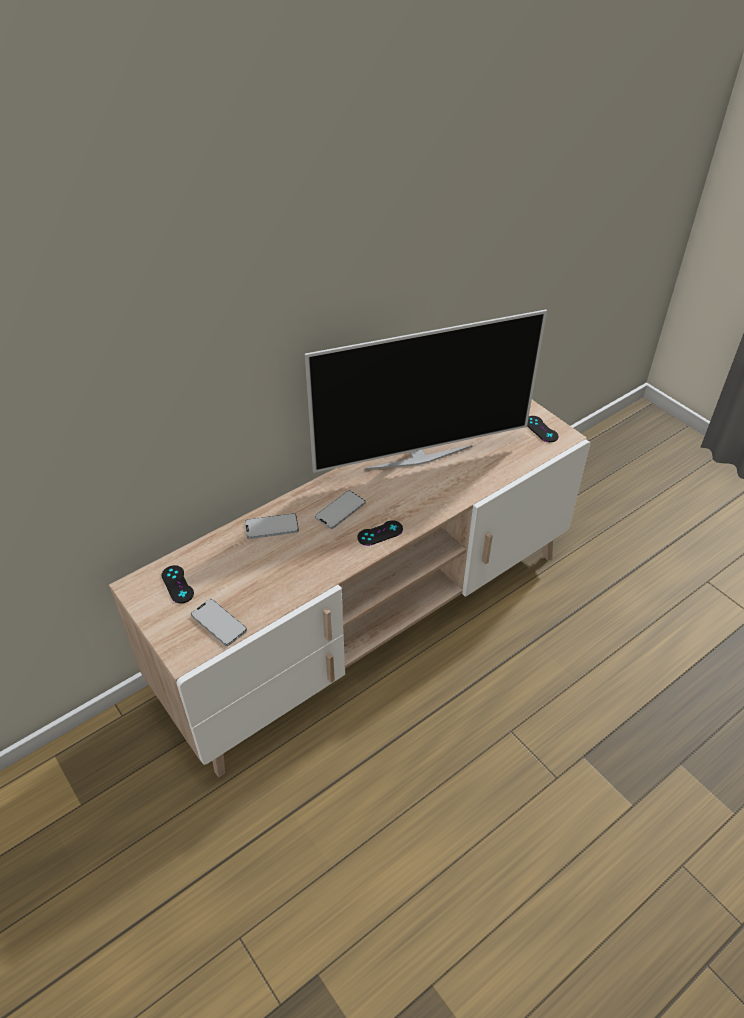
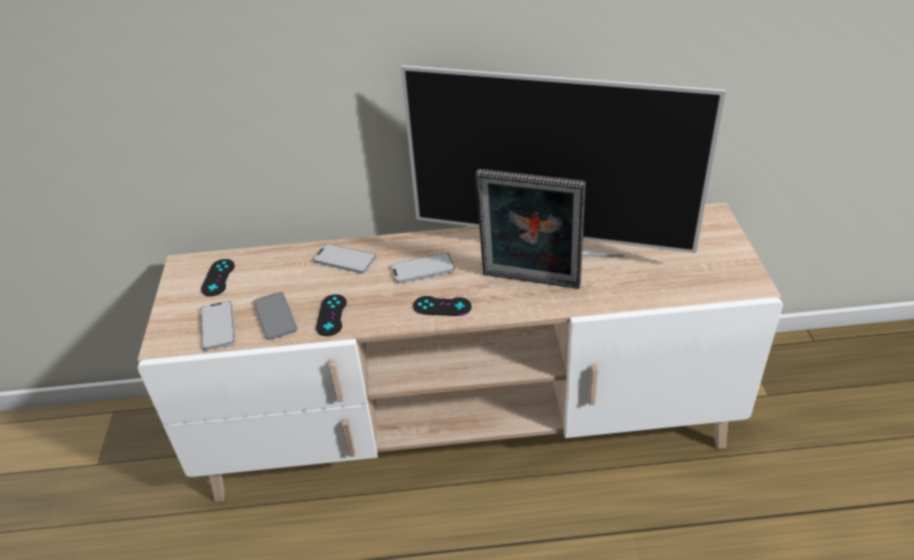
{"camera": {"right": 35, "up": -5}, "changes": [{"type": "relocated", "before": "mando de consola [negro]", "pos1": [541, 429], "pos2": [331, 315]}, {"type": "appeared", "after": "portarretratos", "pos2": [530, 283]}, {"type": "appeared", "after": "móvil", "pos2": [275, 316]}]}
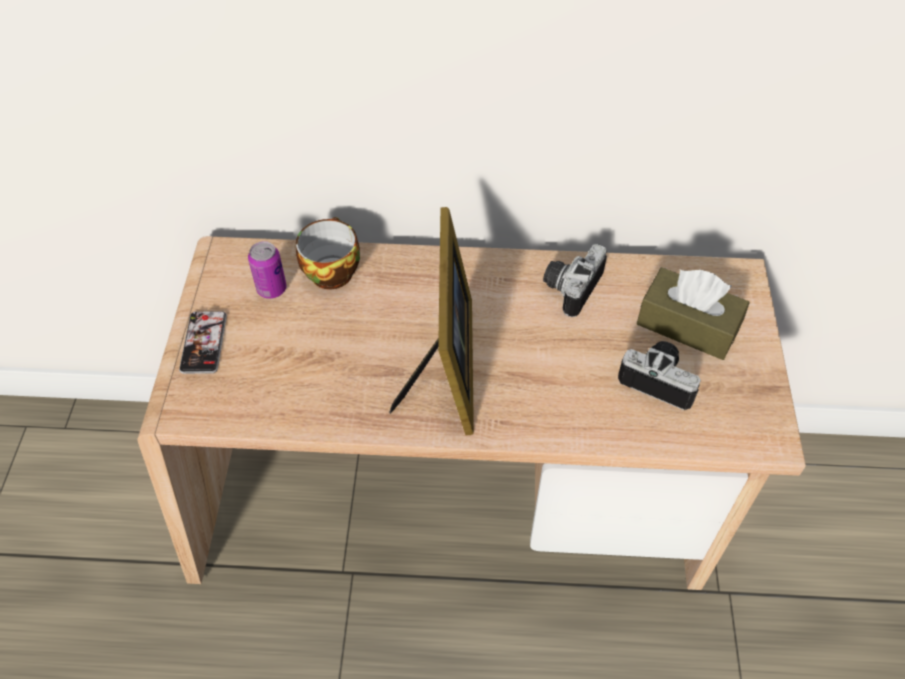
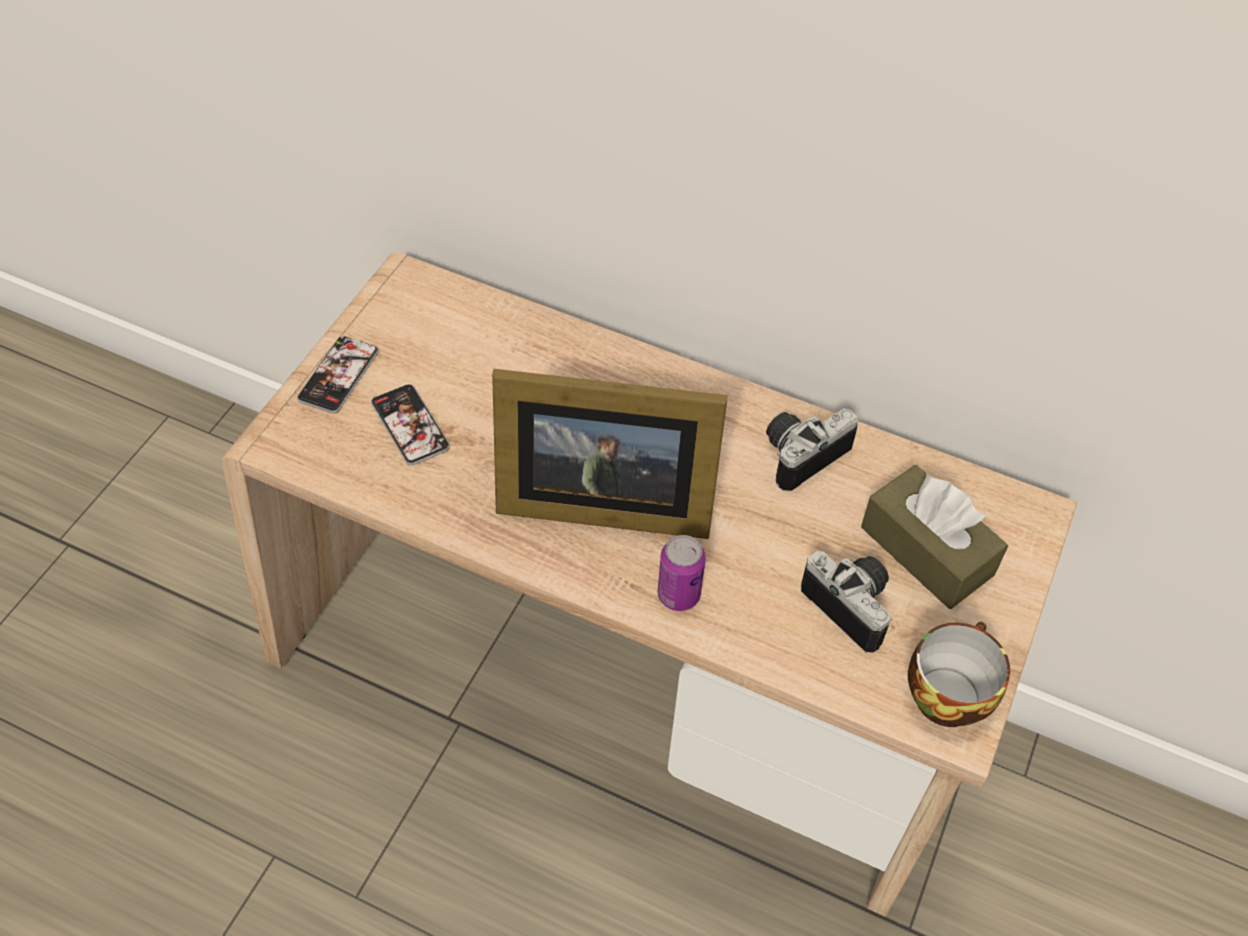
{"camera": {"right": 20, "up": 0}, "changes": [{"type": "spun", "before": "portarretratos", "pos1": [446, 368], "pos2": [598, 499], "turn": 75}, {"type": "relocated", "before": "taza", "pos1": [330, 270], "pos2": [945, 692]}, {"type": "relocated", "before": "lata", "pos1": [272, 289], "pos2": [678, 595]}, {"type": "appeared", "after": "móvil", "pos2": [410, 425]}]}
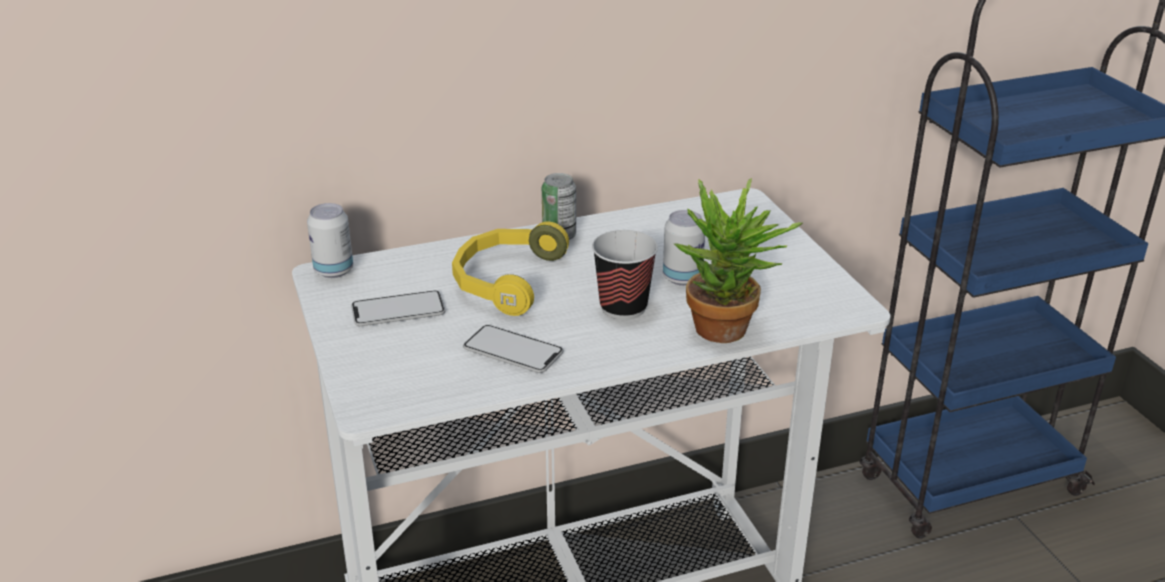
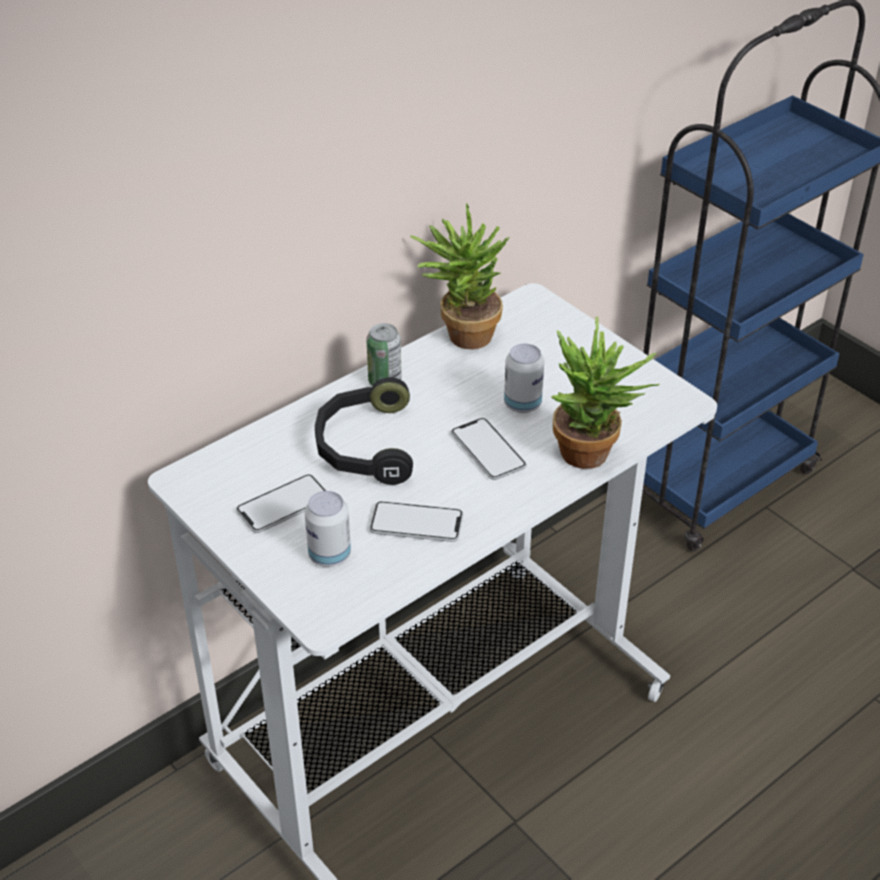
{"camera": {"right": -20, "up": 10}, "changes": [{"type": "relocated", "before": "lata", "pos1": [334, 271], "pos2": [329, 555]}, {"type": "colour", "before": "auriculares [amarillo]", "after": "auriculares [negro]", "pos1": [505, 280], "pos2": [364, 445]}, {"type": "exchanged", "before": "taza", "after": "móvil", "pos1": [623, 307], "pos2": [488, 450]}, {"type": "appeared", "after": "planta en maceta", "pos2": [461, 334]}]}
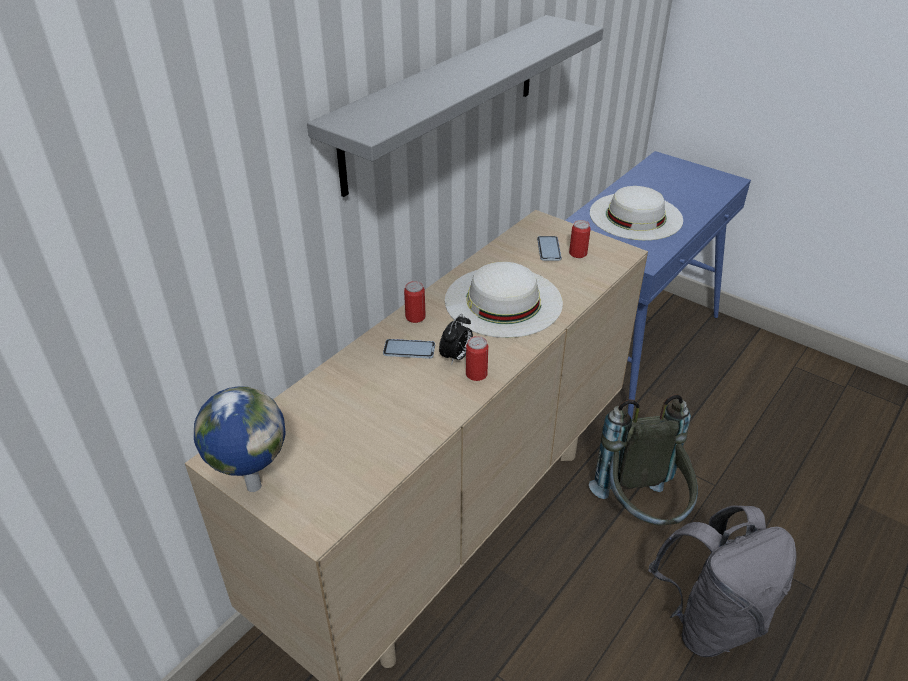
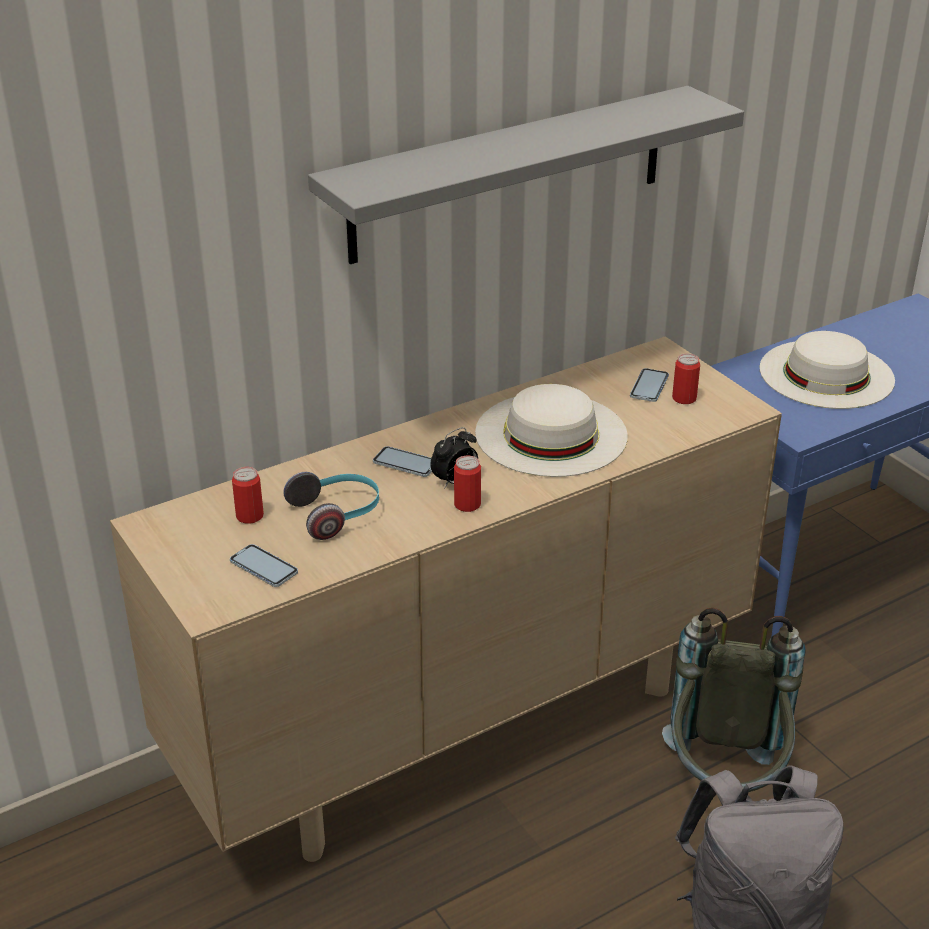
{"camera": {"right": 20, "up": -5}, "changes": [{"type": "relocated", "before": "lata", "pos1": [415, 317], "pos2": [249, 516]}, {"type": "missing", "before": "globo terráqueo", "pos1": [252, 486]}, {"type": "appeared", "after": "auriculares", "pos2": [337, 514]}, {"type": "appeared", "after": "móvil", "pos2": [263, 567]}]}
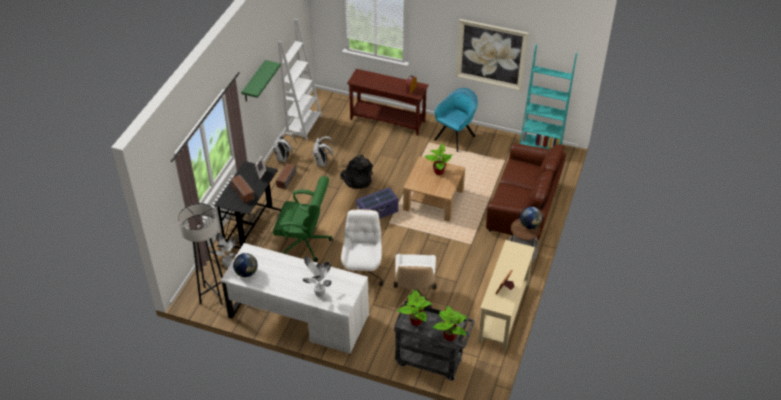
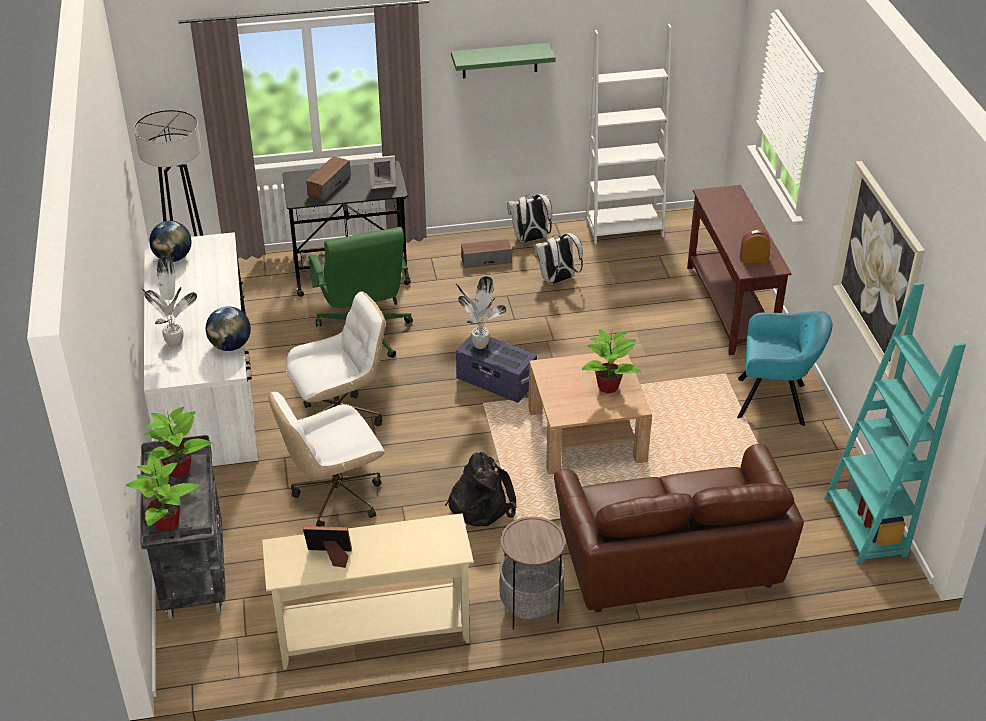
{"camera": {"right": 60, "up": -5}, "changes": [{"type": "relocated", "before": "mochila [negro]", "pos1": [357, 180], "pos2": [480, 503]}, {"type": "relocated", "before": "globo terráqueo", "pos1": [530, 225], "pos2": [230, 346]}, {"type": "relocated", "before": "planta en maceta", "pos1": [227, 266], "pos2": [478, 345]}]}
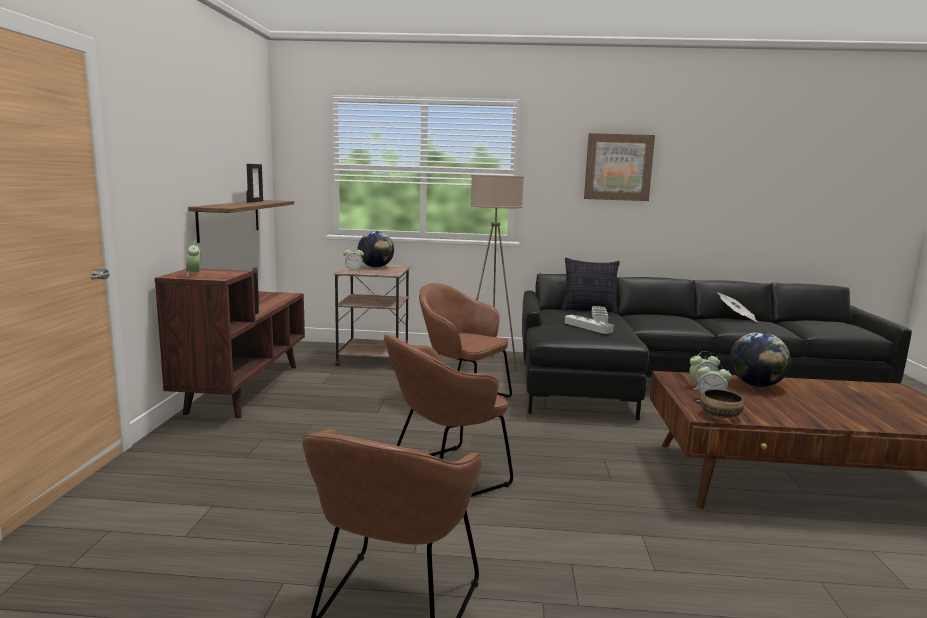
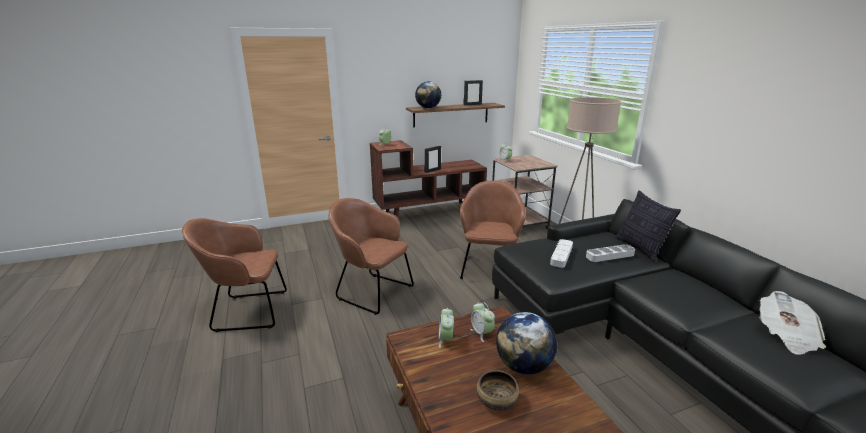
{"camera": {"right": 65, "up": 10}, "changes": [{"type": "missing", "before": "cuadro", "pos1": [618, 167]}, {"type": "relocated", "before": "globo terráqueo", "pos1": [376, 267], "pos2": [428, 108]}, {"type": "relocated", "before": "cuenco", "pos1": [720, 414], "pos2": [497, 400]}]}
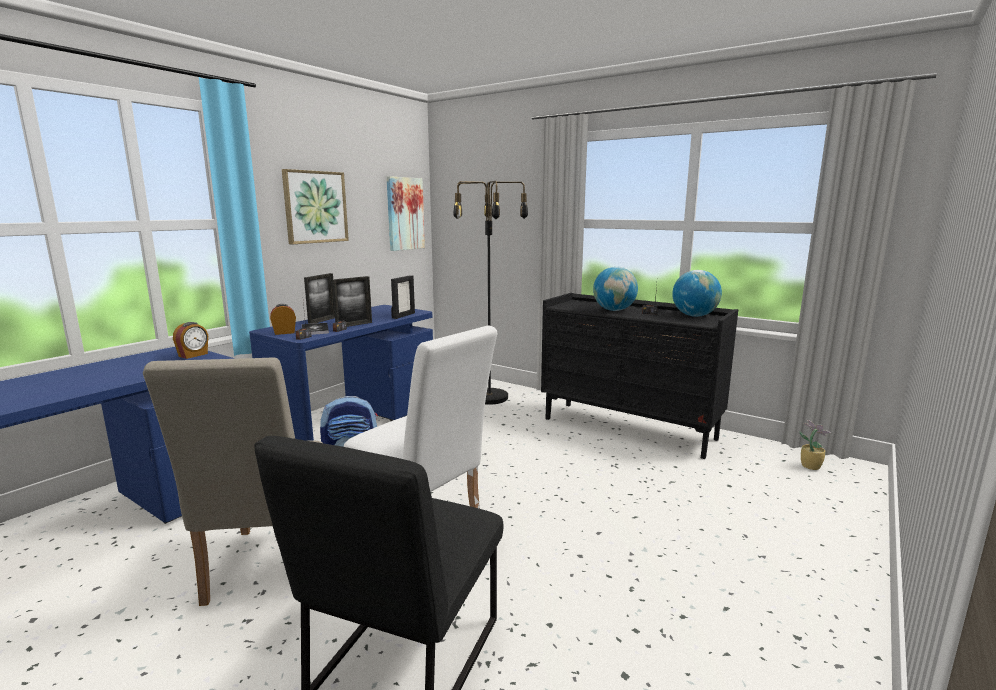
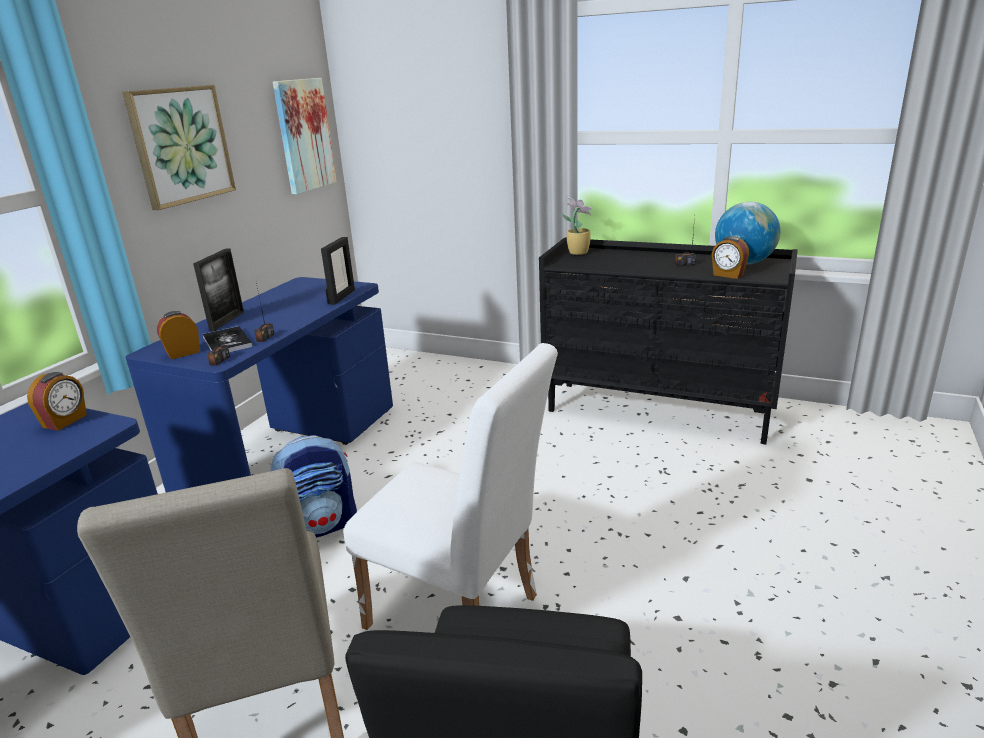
{"camera": {"right": -10, "up": 10}, "changes": [{"type": "missing", "before": "lámpara de pie", "pos1": [488, 398]}, {"type": "missing", "before": "globo terráqueo", "pos1": [614, 310]}, {"type": "missing", "before": "portarretratos", "pos1": [354, 325]}, {"type": "relocated", "before": "planta en maceta", "pos1": [809, 466], "pos2": [577, 252]}, {"type": "appeared", "after": "despertador", "pos2": [728, 275]}]}
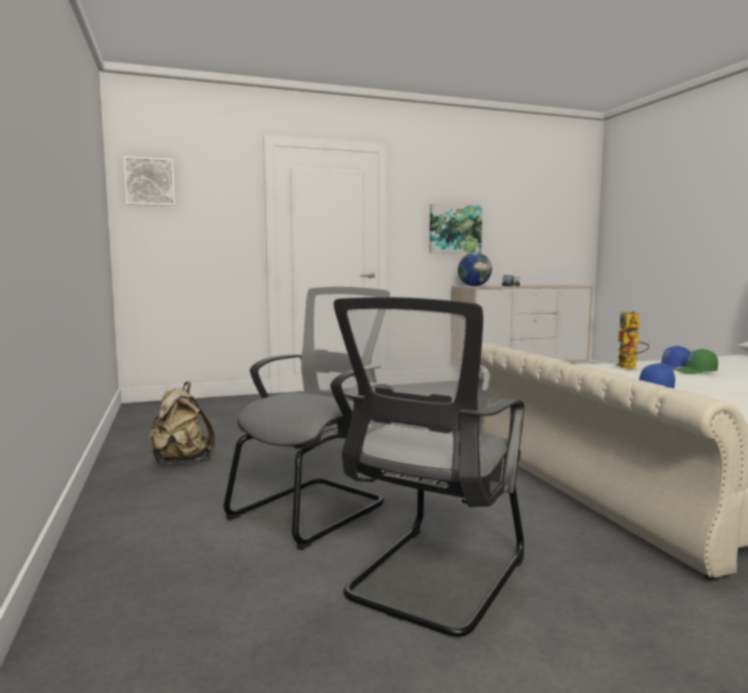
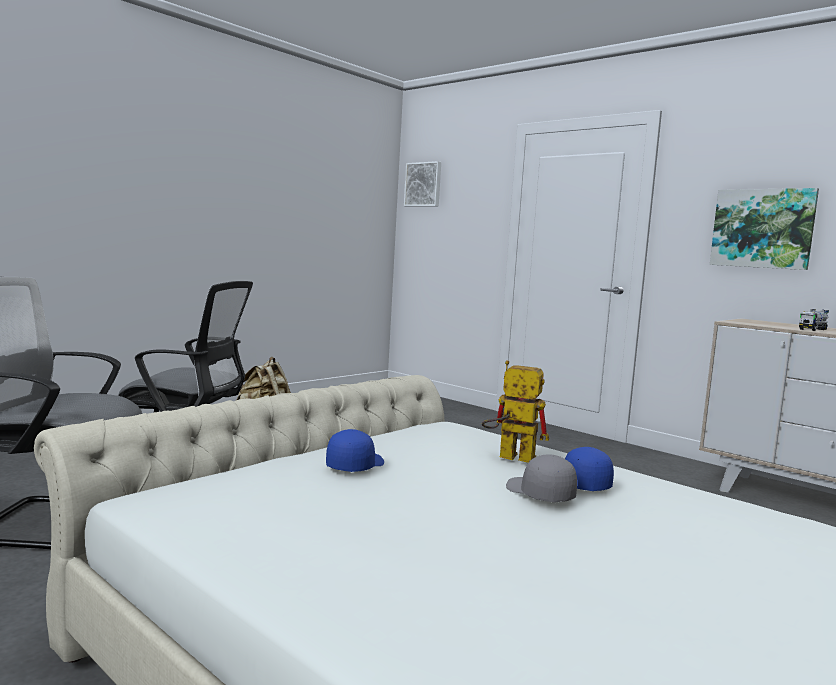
{"camera": {"right": 60, "up": 0}, "changes": [{"type": "missing", "before": "globo terráqueo", "pos1": [474, 286]}, {"type": "spun", "before": "robot de juguete", "pos1": [630, 367], "pos2": [508, 457], "turn": 45}, {"type": "colour", "before": "gorra [verde]", "after": "gorra [gris]", "pos1": [695, 372], "pos2": [538, 494]}]}
